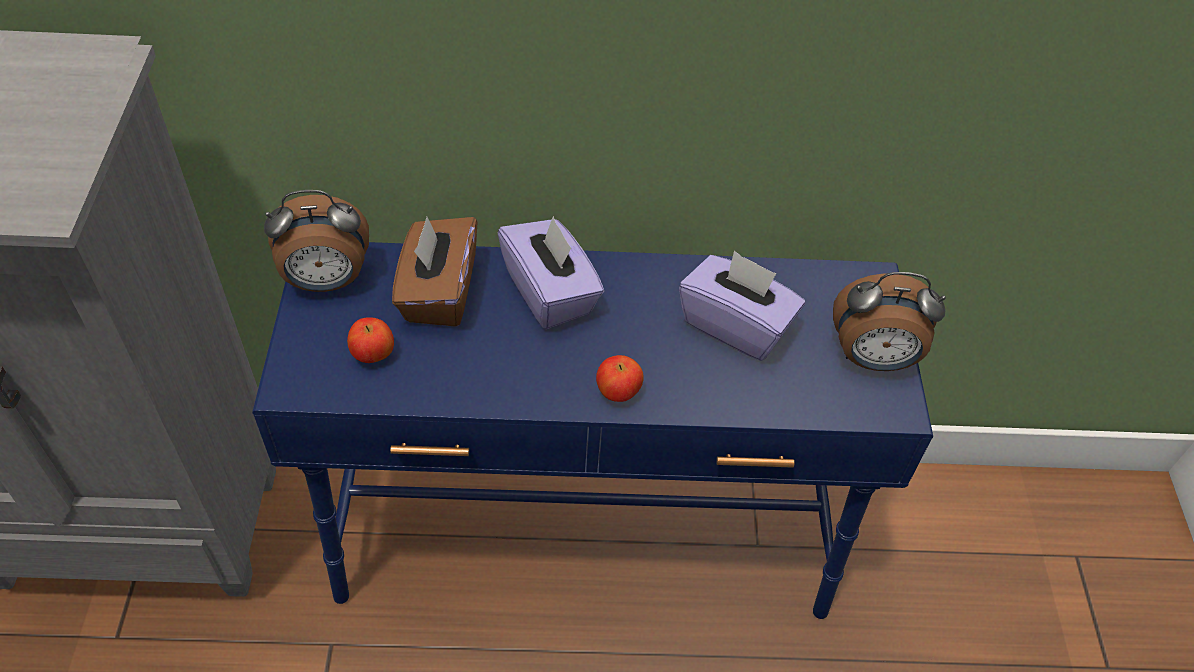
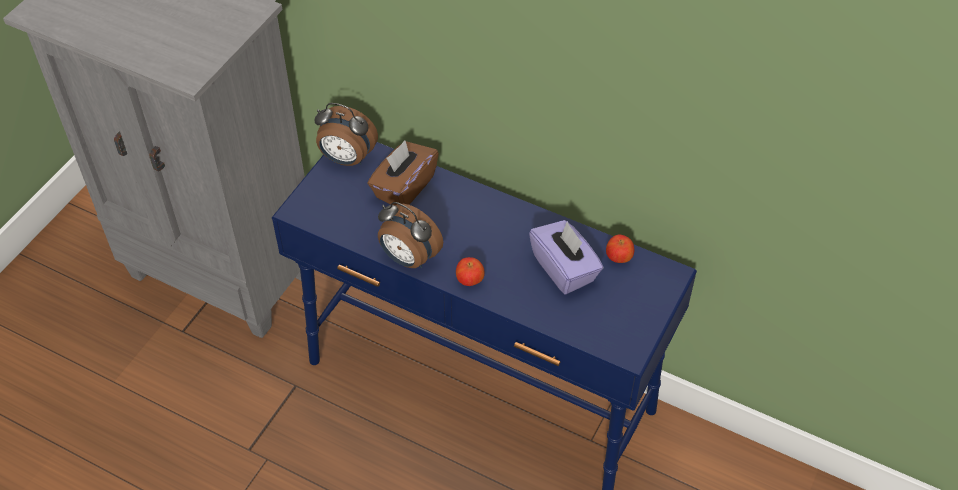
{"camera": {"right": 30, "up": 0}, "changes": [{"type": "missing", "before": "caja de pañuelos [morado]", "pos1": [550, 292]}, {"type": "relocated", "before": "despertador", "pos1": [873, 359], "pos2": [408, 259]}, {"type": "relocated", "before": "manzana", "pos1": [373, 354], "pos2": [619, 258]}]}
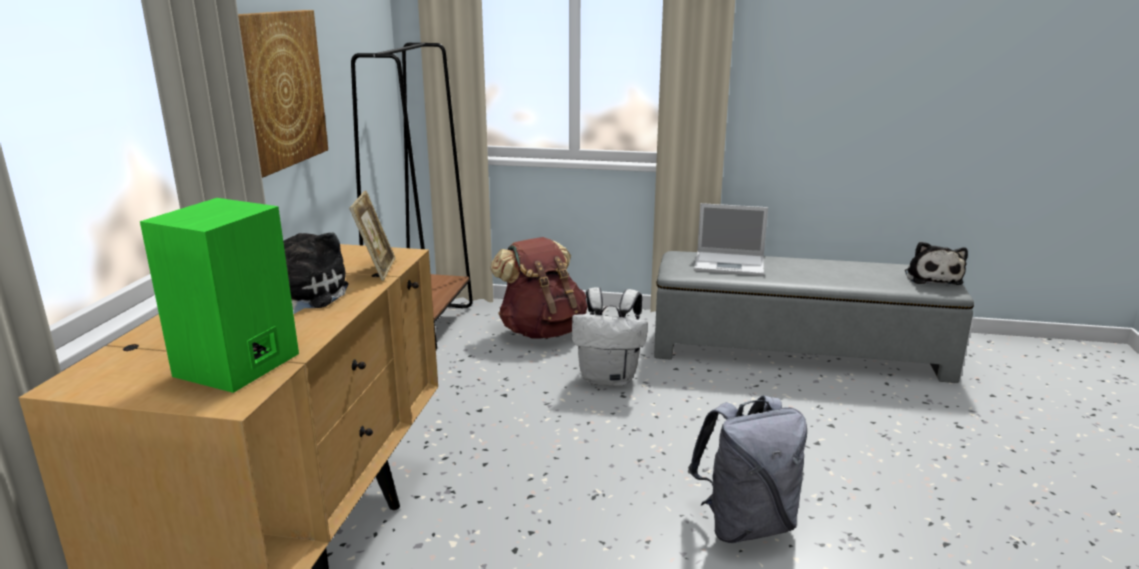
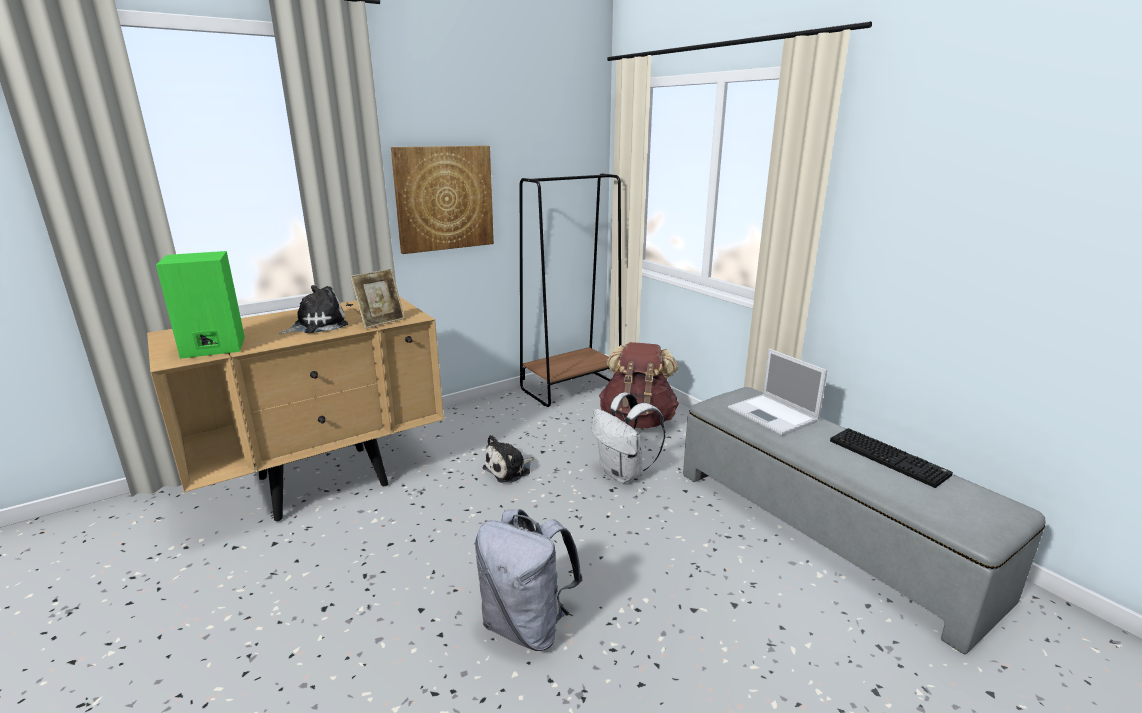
{"camera": {"right": 45, "up": 0}, "changes": [{"type": "relocated", "before": "peluche", "pos1": [932, 278], "pos2": [509, 470]}, {"type": "appeared", "after": "teclado", "pos2": [889, 458]}]}
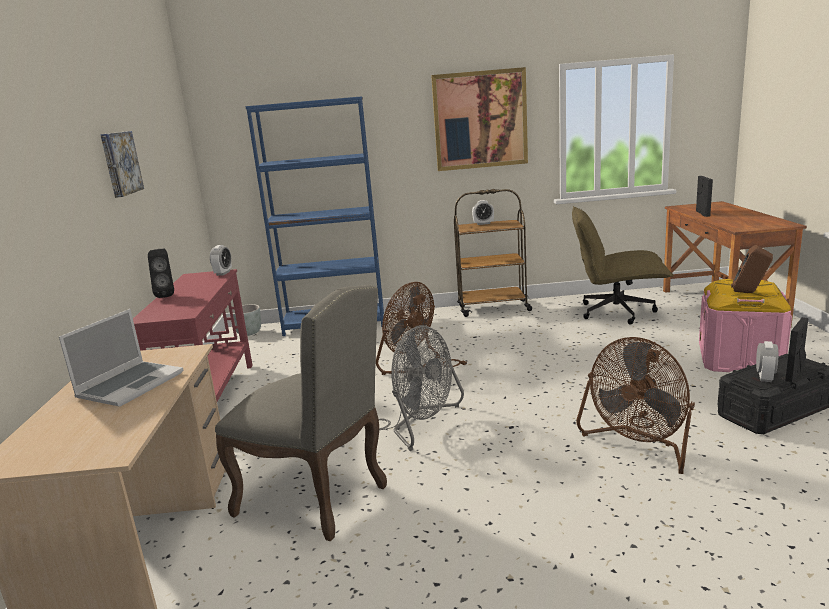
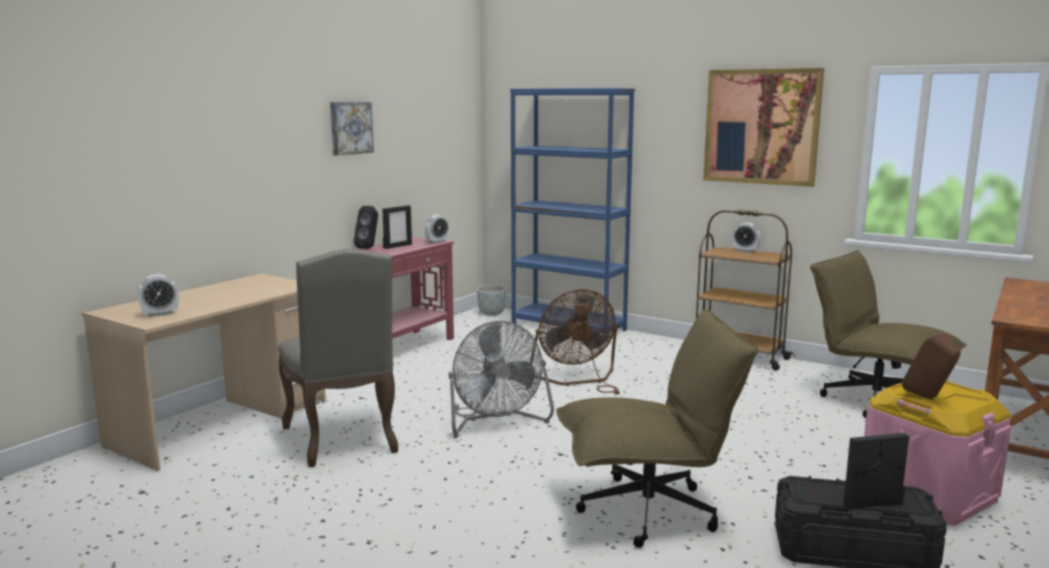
{"camera": {"right": 35, "up": -5}, "changes": [{"type": "relocated", "before": "portarretratos", "pos1": [702, 213], "pos2": [397, 246]}, {"type": "missing", "before": "portátil", "pos1": [131, 384]}, {"type": "exchanged", "before": "ventilador [marrón]", "after": "silla de oficina [beis]", "pos1": [637, 442], "pos2": [645, 511]}, {"type": "relocated", "before": "despertador", "pos1": [764, 377], "pos2": [160, 314]}]}
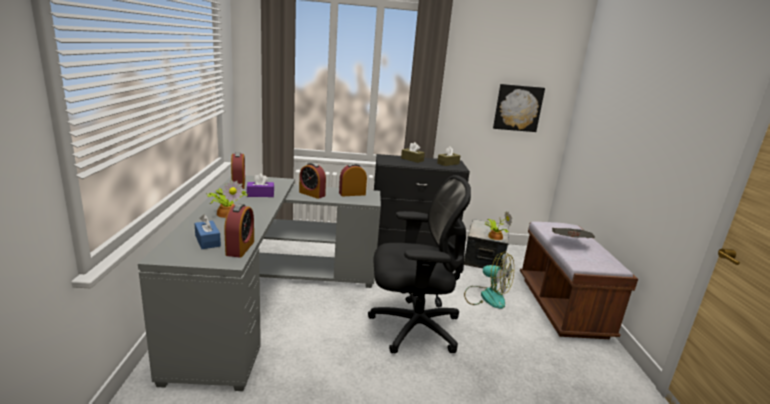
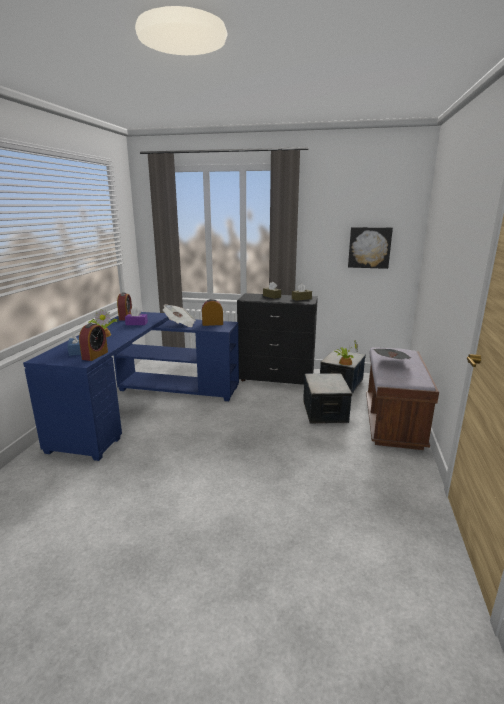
{"camera": {"right": 15, "up": 0}, "changes": [{"type": "exchanged", "before": "despertador", "after": "periódico", "pos1": [312, 194], "pos2": [180, 324]}, {"type": "colour", "before": "escritorio [gris]", "after": "escritorio [azul]", "pos1": [267, 299], "pos2": [144, 405]}, {"type": "missing", "before": "silla de oficina [negro]", "pos1": [410, 329]}, {"type": "exchanged", "before": "ventilador", "after": "caja de almacenaje", "pos1": [486, 296], "pos2": [325, 412]}]}
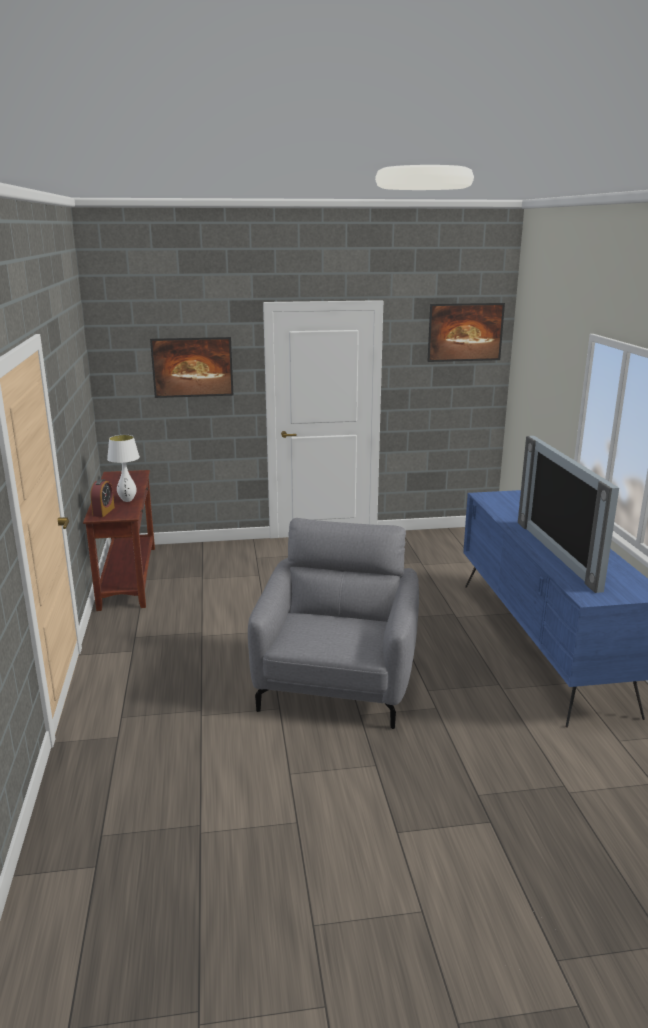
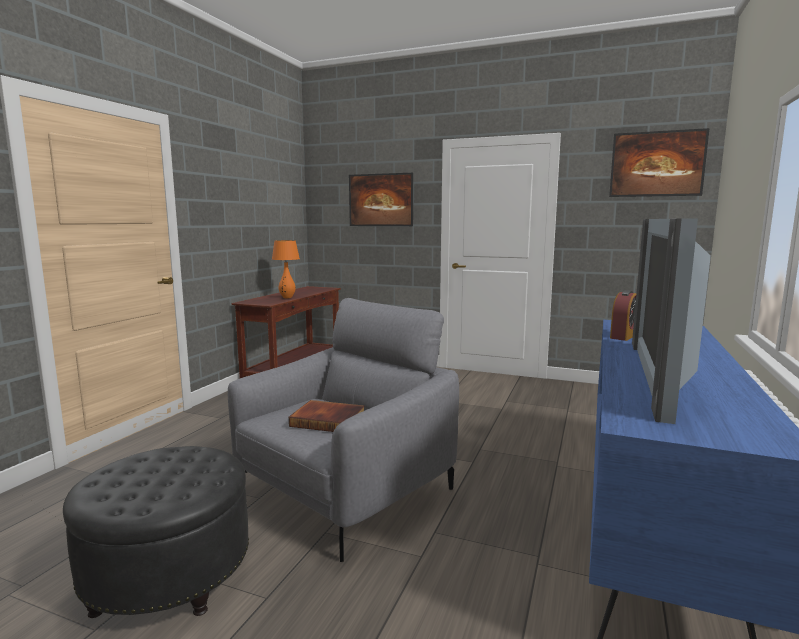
{"camera": {"right": 30, "up": -10}, "changes": [{"type": "colour", "before": "lámpara de mesa [blanco]", "after": "lámpara de mesa [naranja]", "pos1": [127, 500], "pos2": [287, 297]}, {"type": "relocated", "before": "despertador", "pos1": [103, 511], "pos2": [623, 336]}, {"type": "appeared", "after": "libro", "pos2": [329, 420]}, {"type": "appeared", "after": "puf [negro]", "pos2": [169, 577]}]}
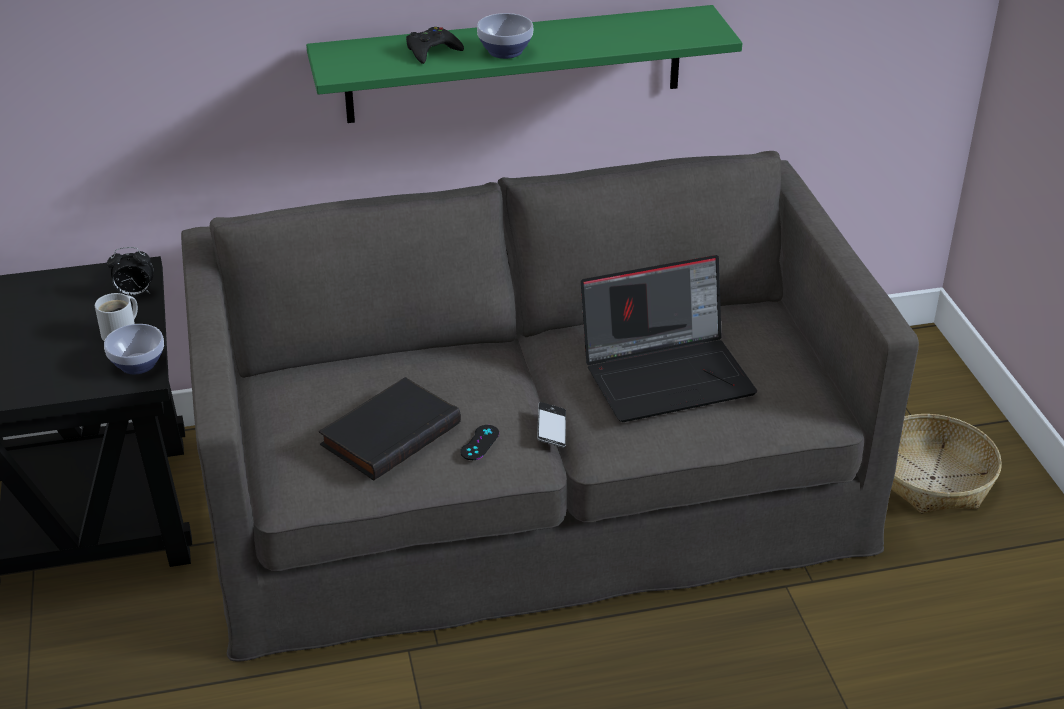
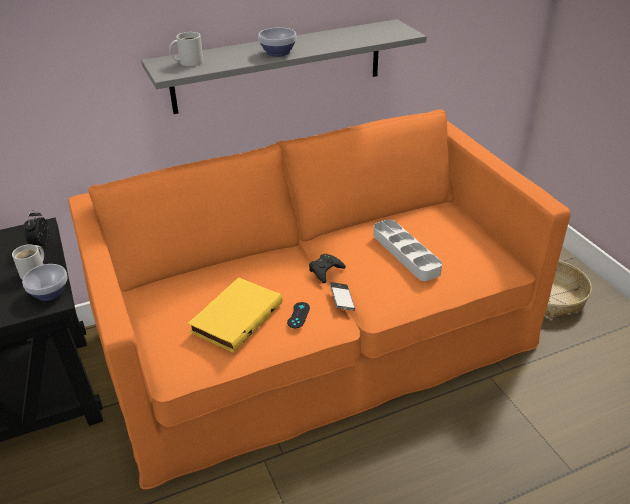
{"camera": {"right": -10, "up": 0}, "changes": [{"type": "colour", "before": "estante [verde]", "after": "estante [gris]", "pos1": [514, 64], "pos2": [278, 66]}, {"type": "relocated", "before": "mando de consola [negro]", "pos1": [432, 51], "pos2": [325, 270]}, {"type": "colour", "before": "sofá [gris]", "after": "sofá [naranja]", "pos1": [531, 491], "pos2": [316, 338]}, {"type": "spun", "before": "despertador", "pos1": [135, 294], "pos2": [40, 244], "turn": 105}, {"type": "exchanged", "before": "portátil", "after": "bandeja [gris]", "pos1": [668, 374], "pos2": [405, 253]}, {"type": "colour", "before": "libro [negro]", "after": "libro [amarillo]", "pos1": [389, 433], "pos2": [235, 317]}, {"type": "appeared", "after": "taza grande [blanco]", "pos2": [189, 62]}]}
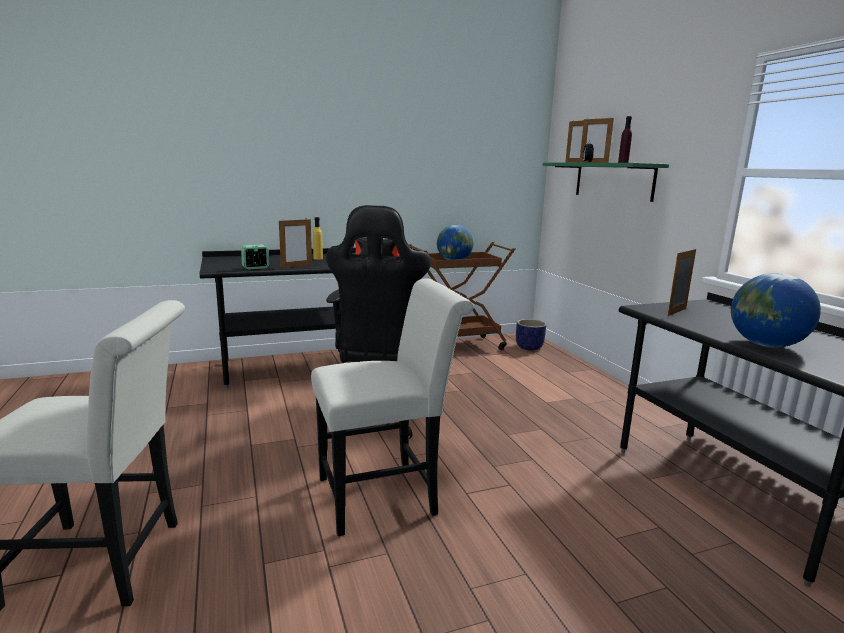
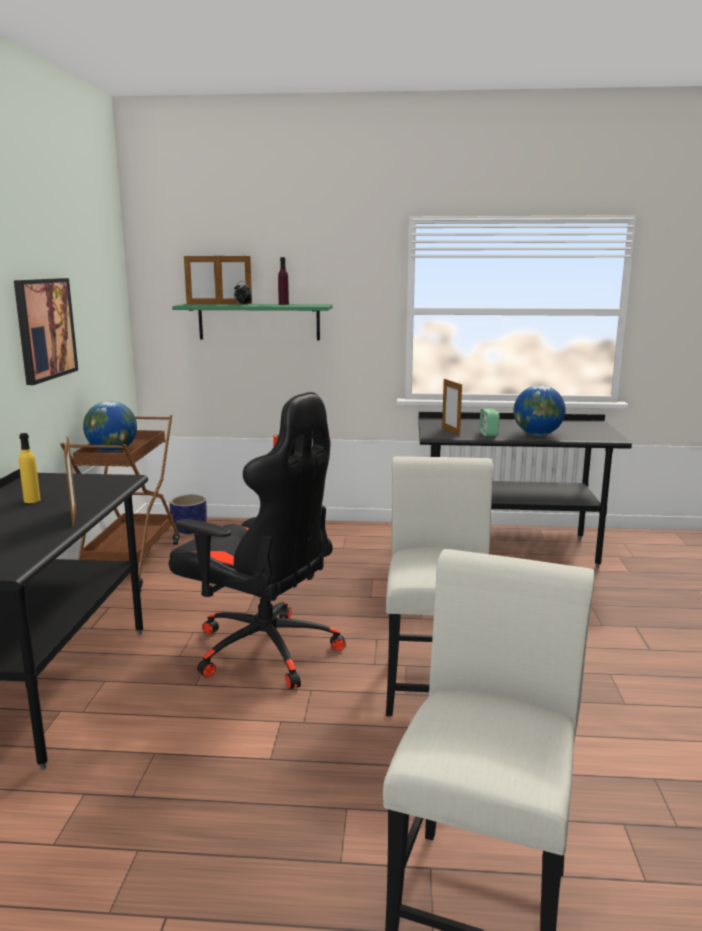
{"camera": {"right": -65, "up": 0}, "changes": [{"type": "relocated", "before": "despertador", "pos1": [255, 268], "pos2": [488, 434]}, {"type": "appeared", "after": "cuadro", "pos2": [45, 329]}]}
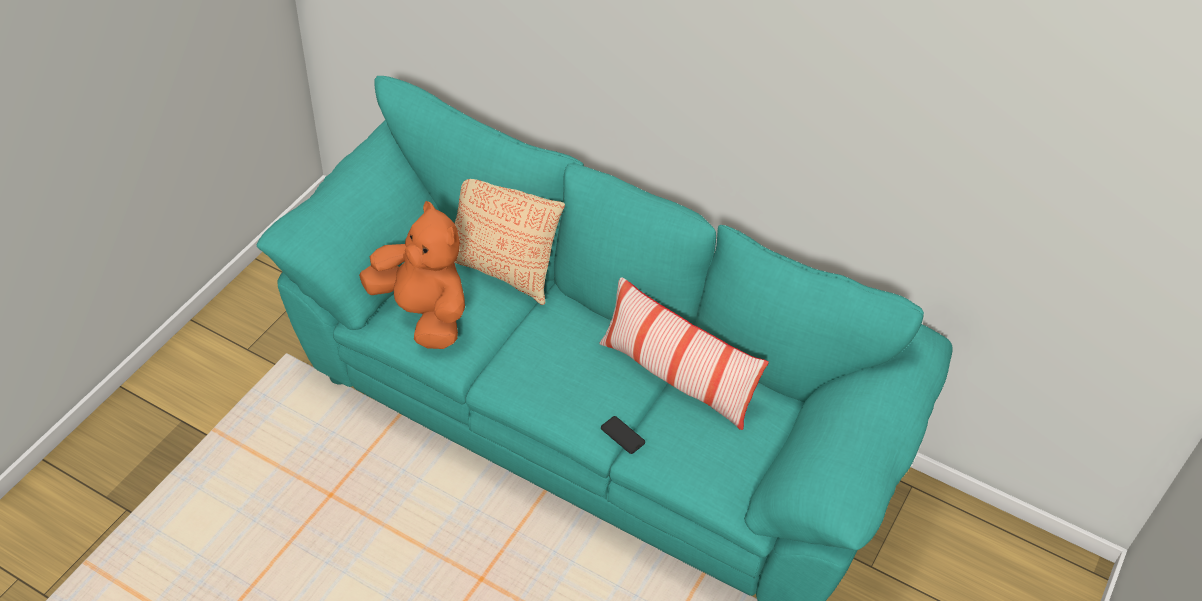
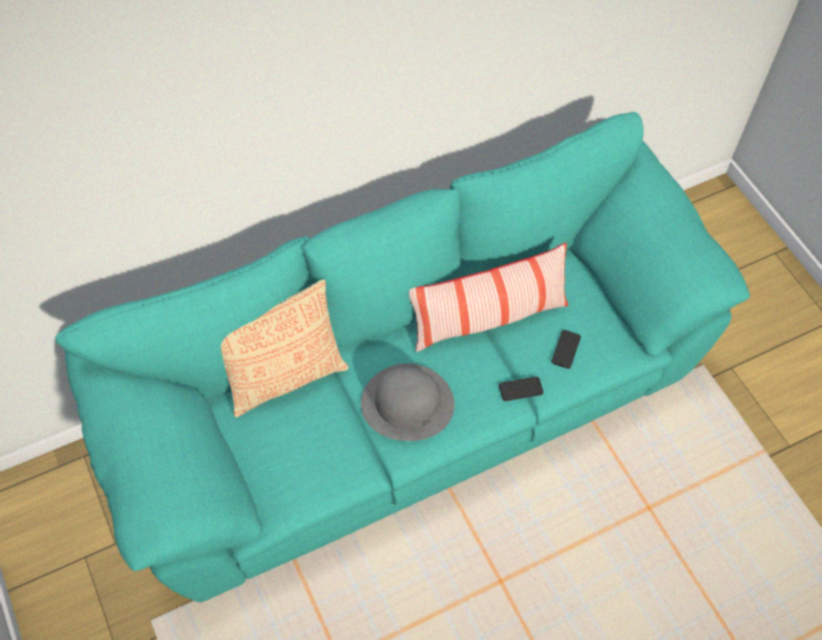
{"camera": {"right": -55, "up": 10}, "changes": [{"type": "missing", "before": "peluche [naranja]", "pos1": [423, 313]}, {"type": "appeared", "after": "móvil", "pos2": [566, 349]}, {"type": "appeared", "after": "sombrero [gris]", "pos2": [407, 403]}]}
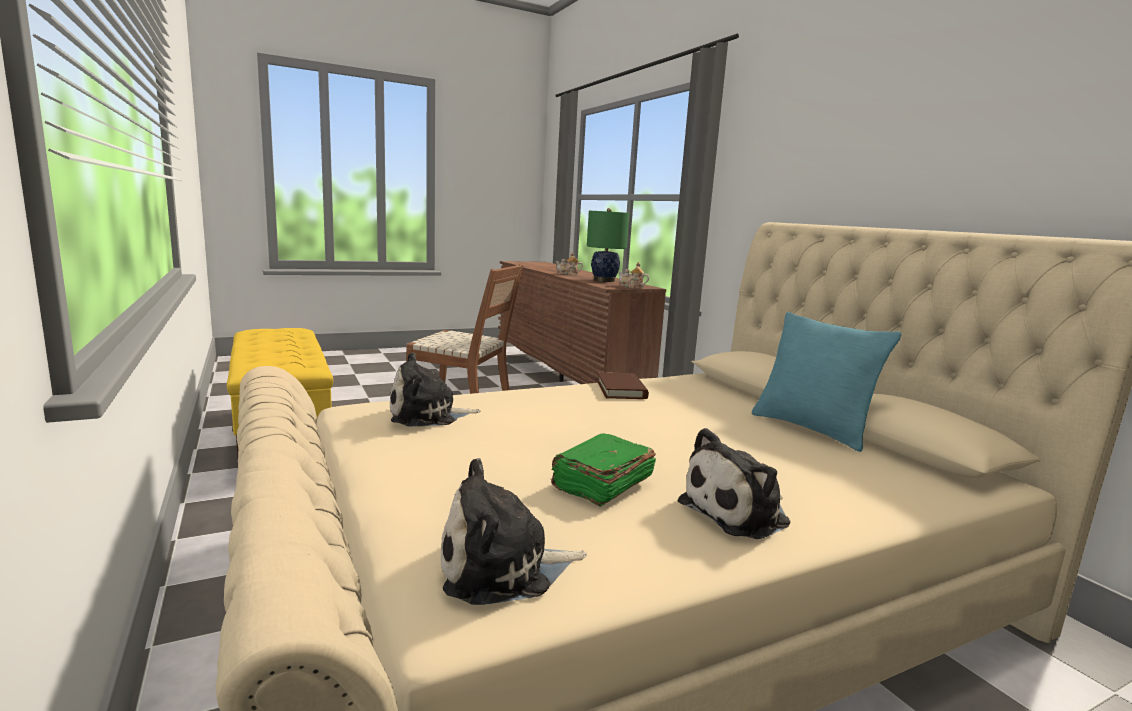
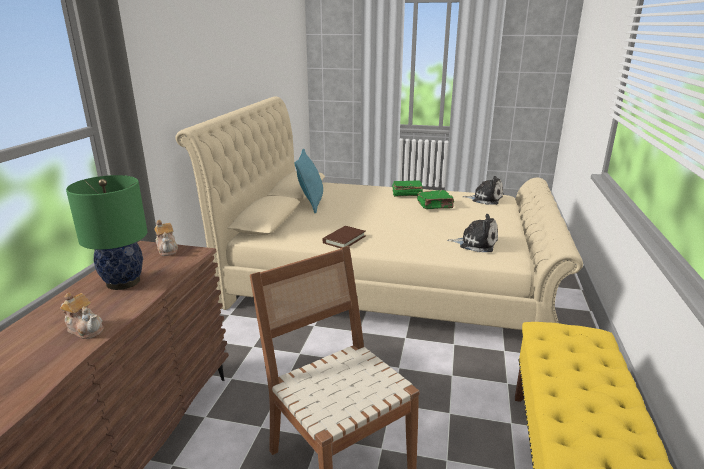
{"camera": {"right": -140, "up": 10}, "changes": [{"type": "exchanged", "before": "peluche", "after": "libro [verde]", "pos1": [738, 513], "pos2": [406, 194]}]}
